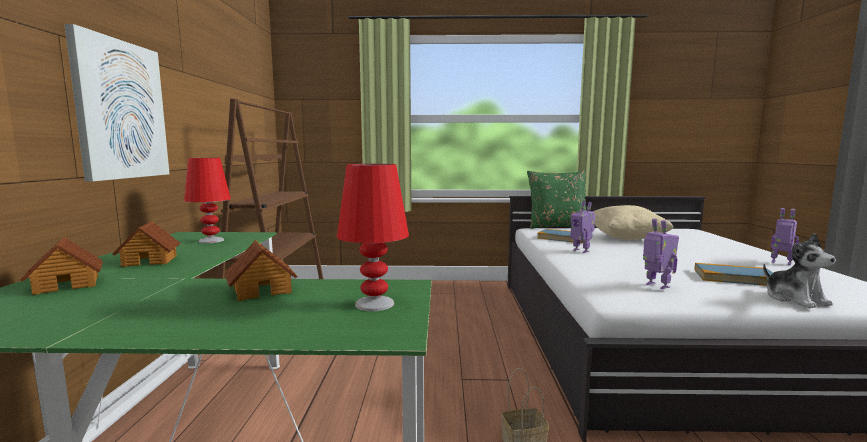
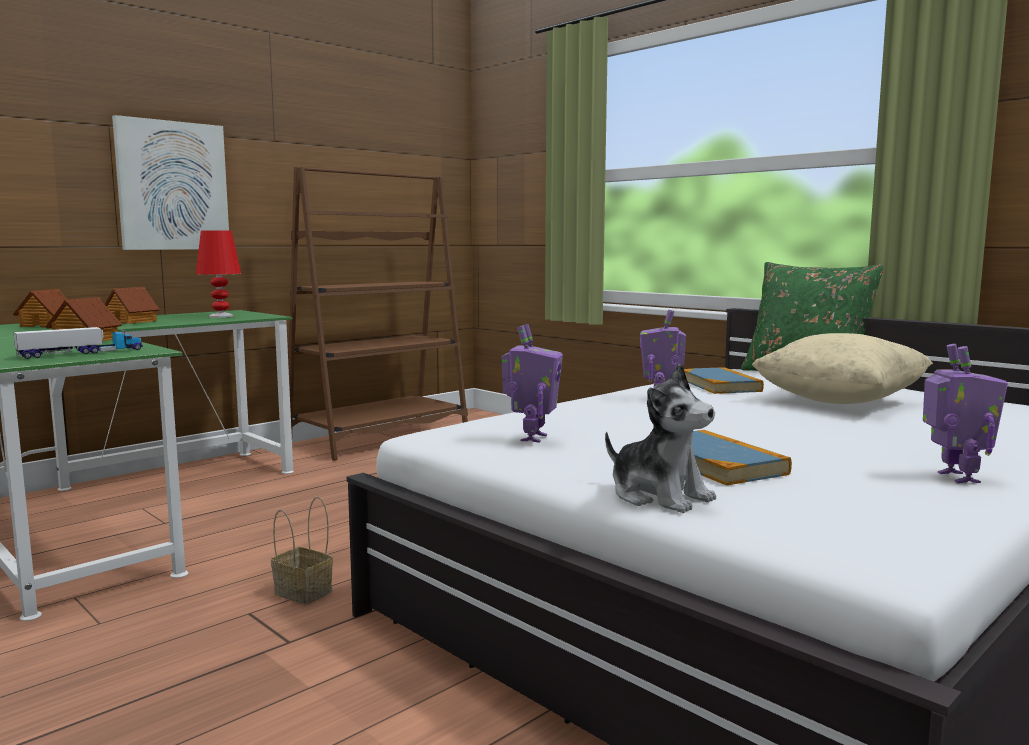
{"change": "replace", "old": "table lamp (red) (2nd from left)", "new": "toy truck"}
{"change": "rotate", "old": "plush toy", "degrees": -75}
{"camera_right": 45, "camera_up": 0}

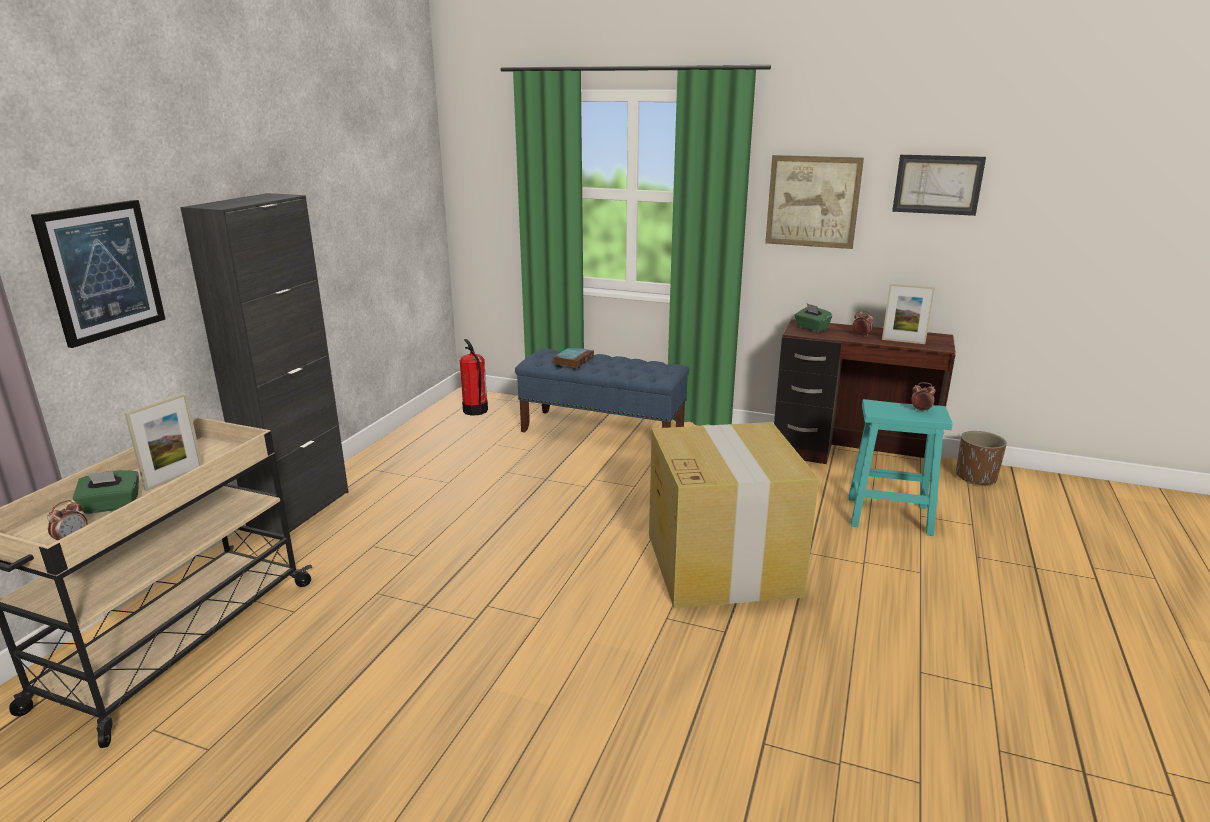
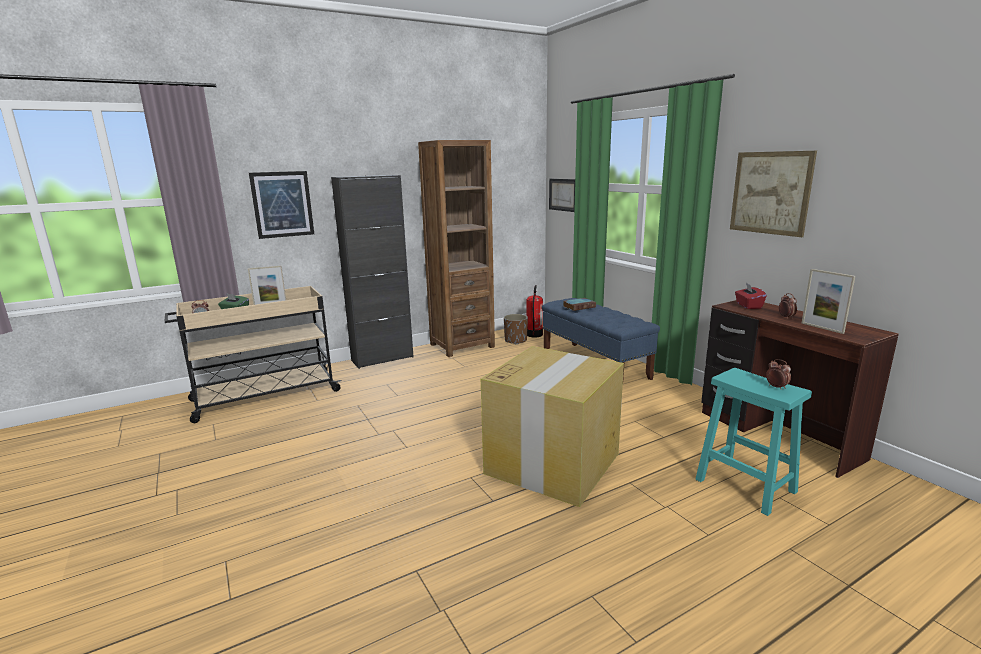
{"change": "move", "old": "picture (3rd from left in the first image)", "new": "picture (2nd from left)"}
{"change": "recolor", "old": "tissue box (green) (2nd from left)", "new": "tissue box (red)"}
{"change": "move", "old": "planter (brown)"}
{"change": "insert", "new": "bookcase (brown)"}
{"camera_right": 40, "camera_up": -5}

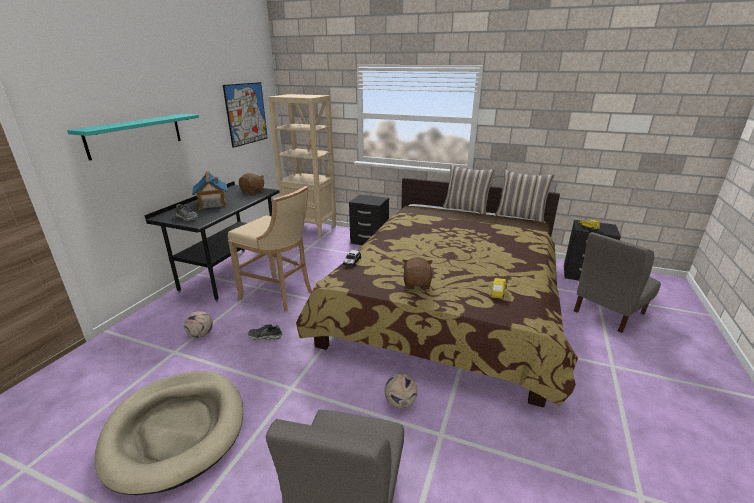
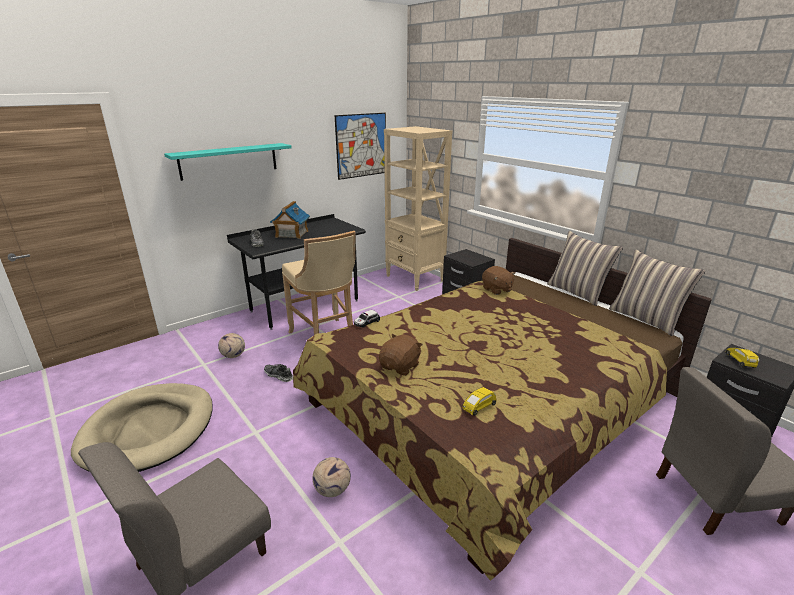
{"change": "move", "old": "plush toy (brown) (1st from left in the first image)", "new": "plush toy (brown) (2nd from left)"}
{"camera_right": 30, "camera_up": 0}

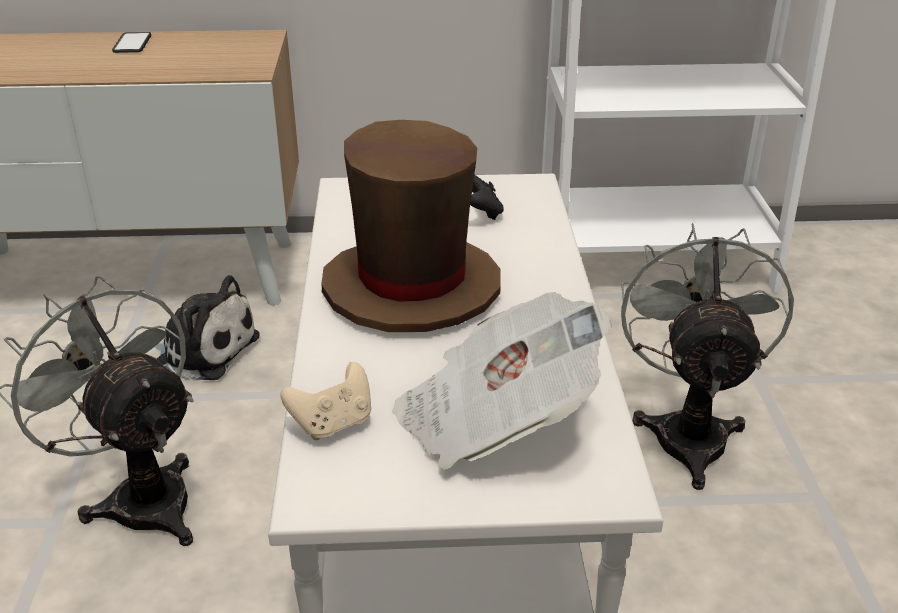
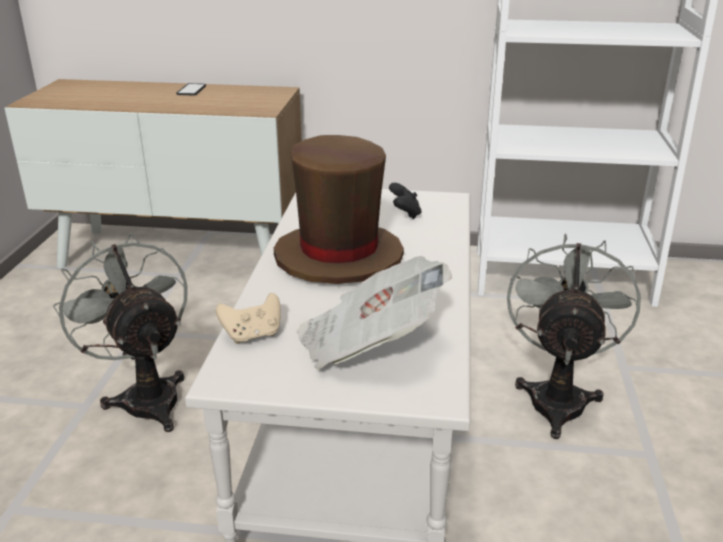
{"change": "delete", "old": "plush toy"}
{"camera_right": 10, "camera_up": -5}

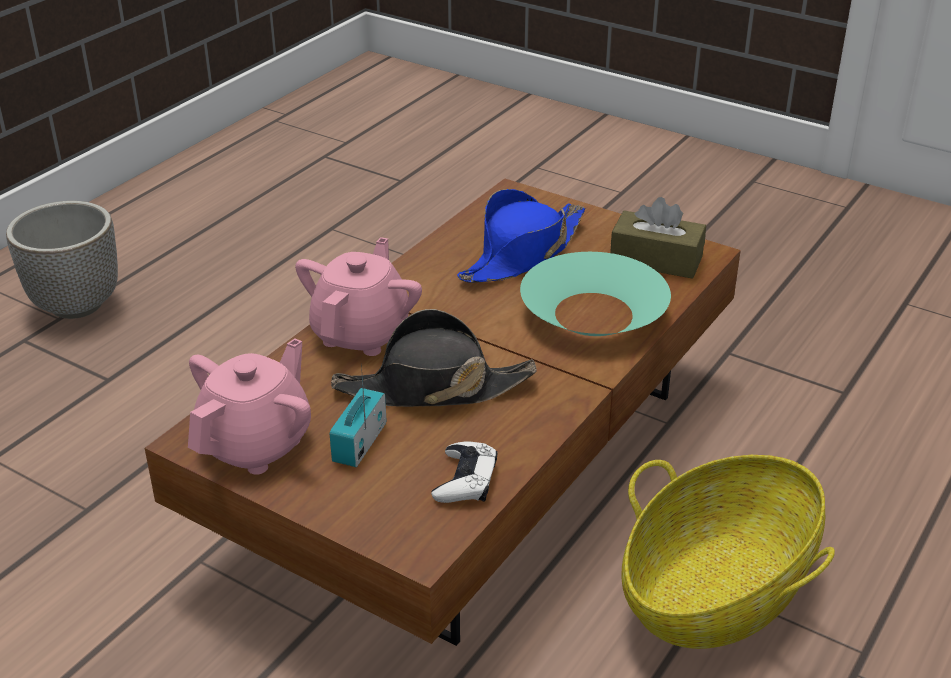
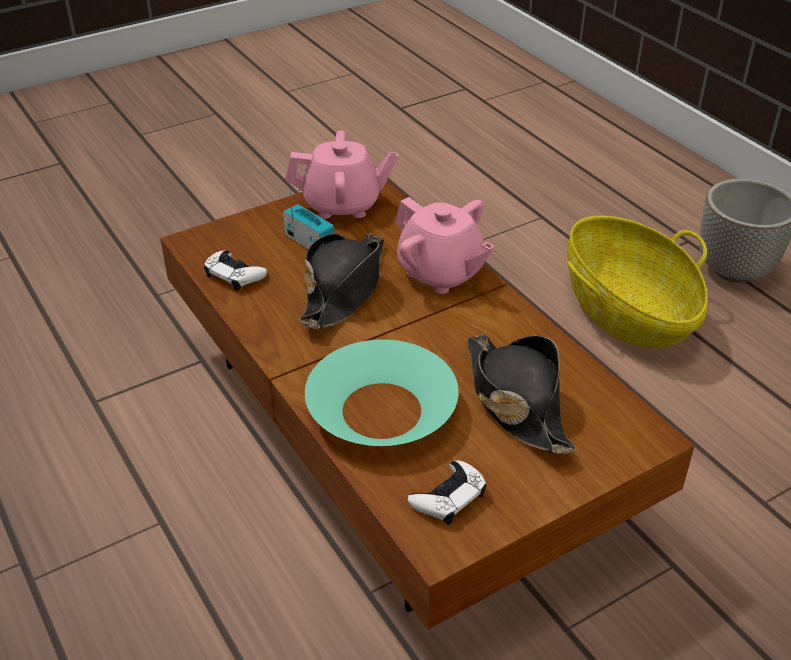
{"change": "recolor", "old": "hat (blue)", "new": "hat (black) (2nd from left)"}
{"change": "replace", "old": "tissue box (brown)", "new": "game controller (white) (2nd from left)"}
{"change": "rotate", "old": "teapot (pink) (1st from left)", "degrees": -60}
{"change": "move", "old": "basket"}
{"camera_right": 115, "camera_up": 5}

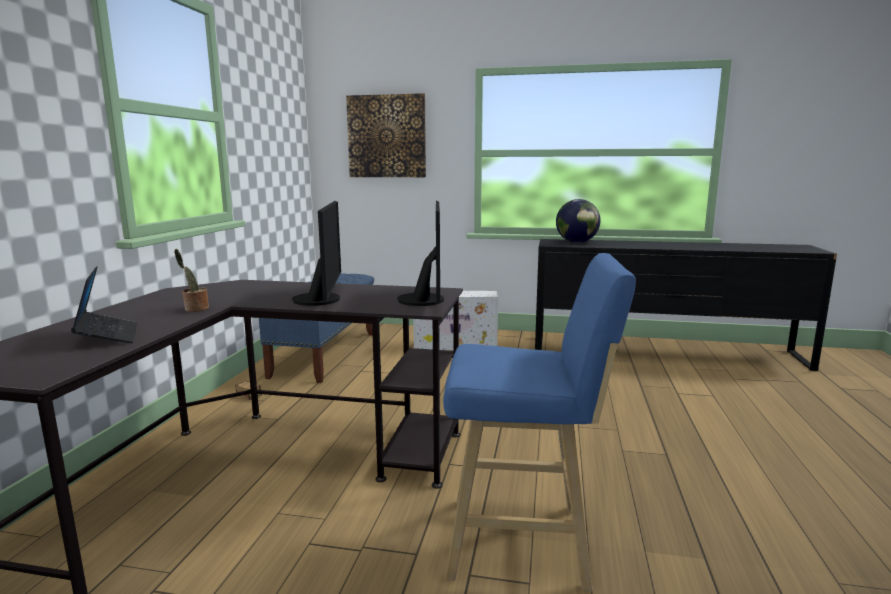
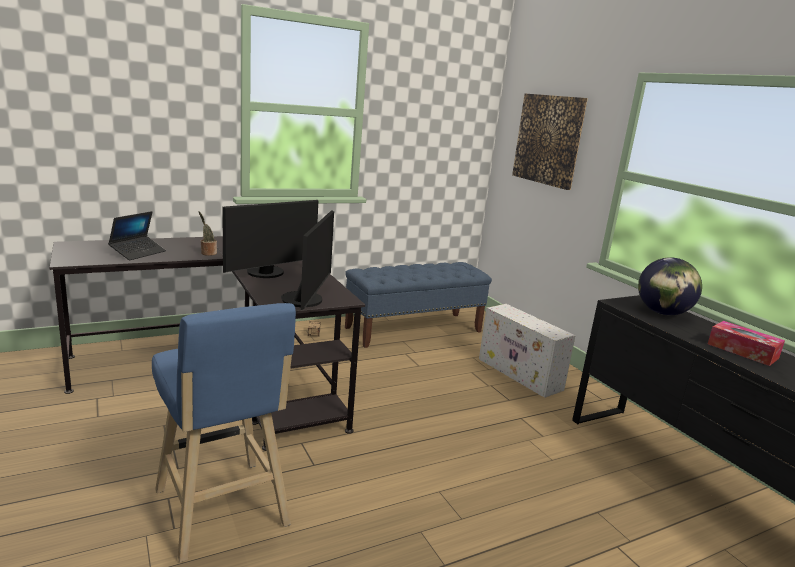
{"change": "rotate", "old": "monitor (2nd from left)", "degrees": -45}
{"change": "insert", "new": "tissue box"}
{"camera_right": 50, "camera_up": 5}

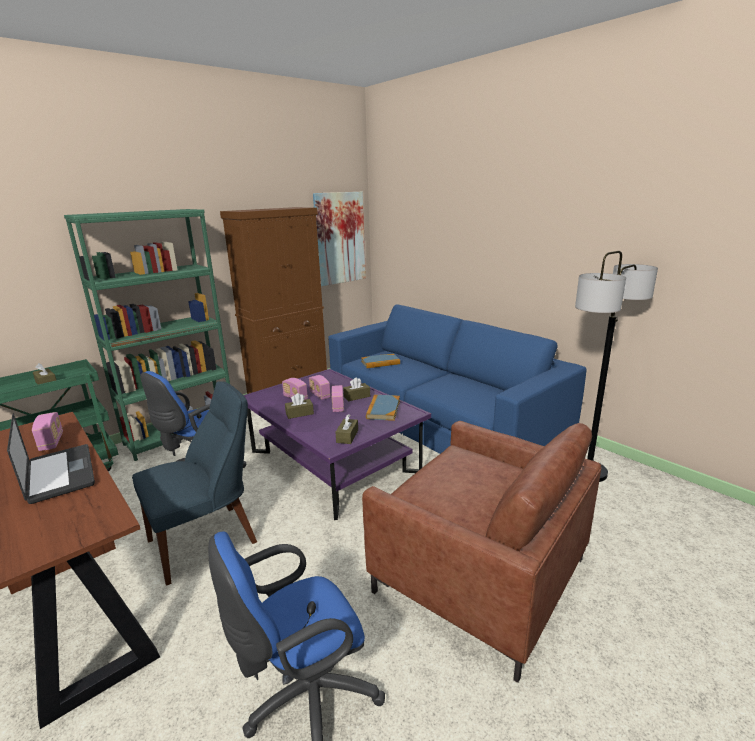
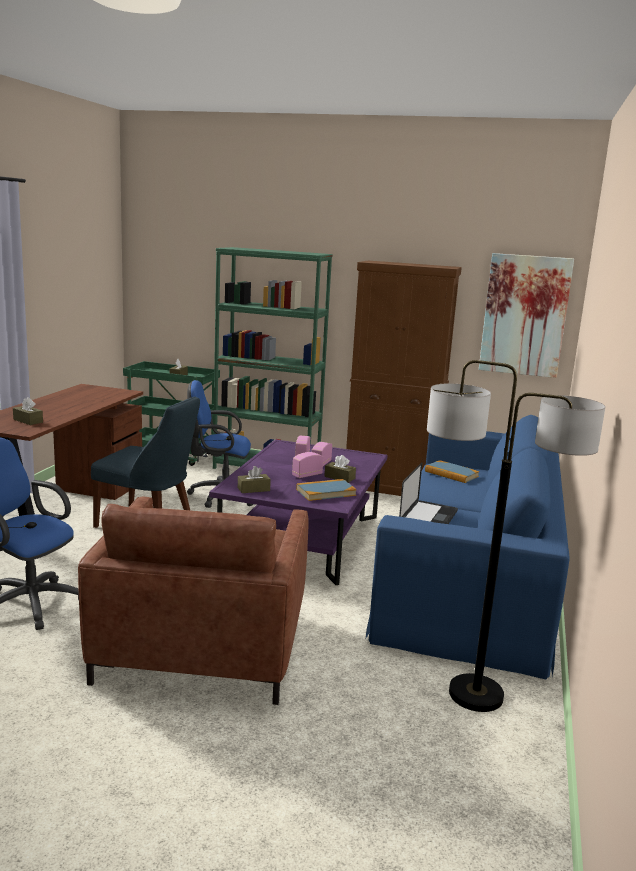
{"change": "move", "old": "tissue box (brown) (2nd from left in the first image)", "new": "tissue box (brown) (1st from left)"}
{"change": "delete", "old": "radio (1st from left)"}
{"change": "move", "old": "laptop"}
{"camera_right": 55, "camera_up": -5}

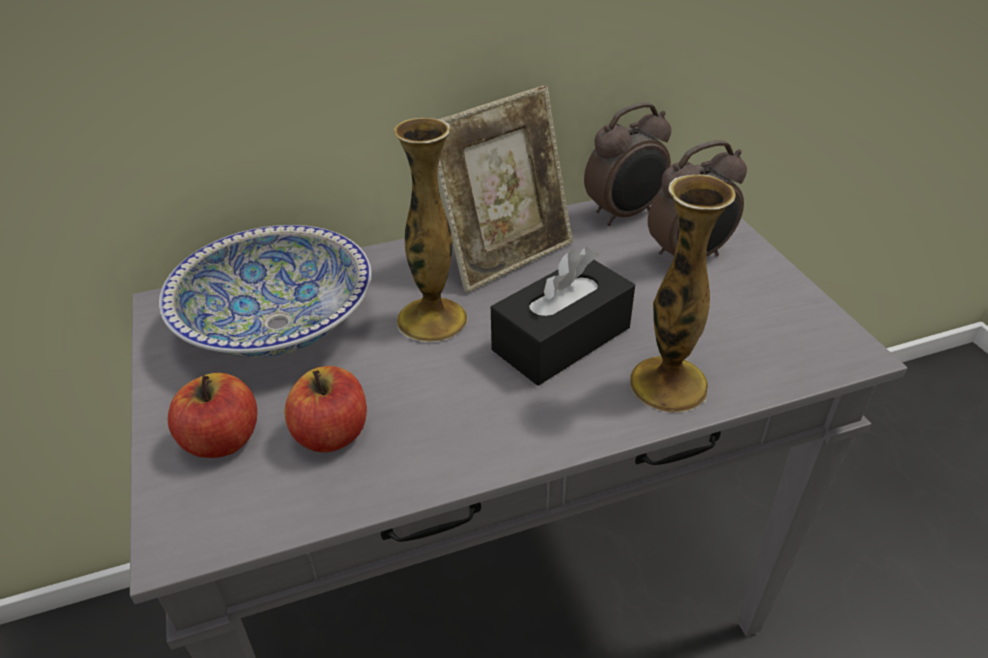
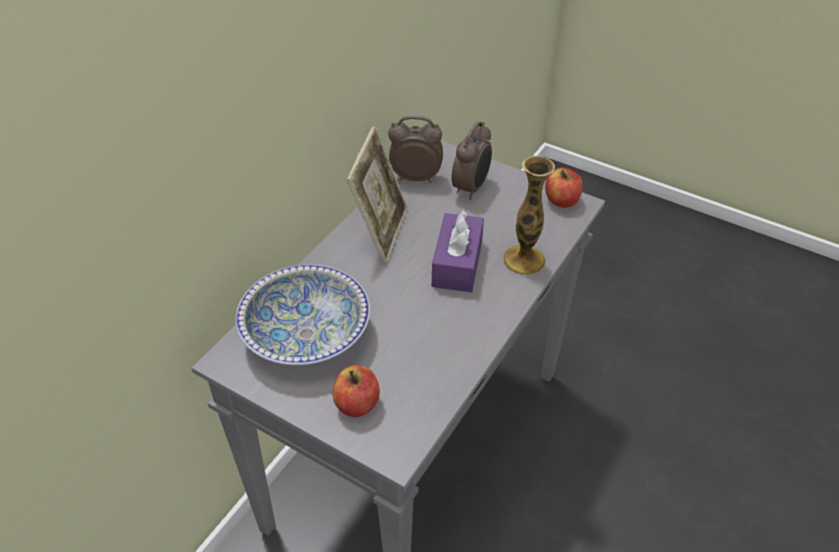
{"change": "rotate", "old": "alarm clock (1st from left)", "degrees": -105}
{"change": "delete", "old": "vase (1st from left)"}
{"change": "recolor", "old": "tissue box (black)", "new": "tissue box (purple)"}
{"change": "move", "old": "apple (2nd from left)"}
{"camera_right": -40, "camera_up": 5}

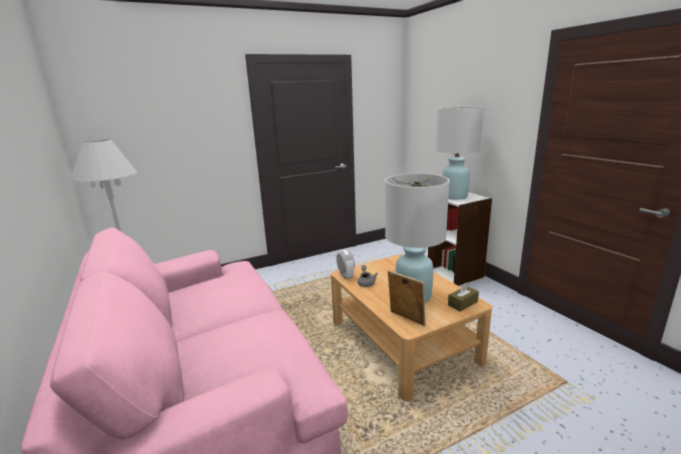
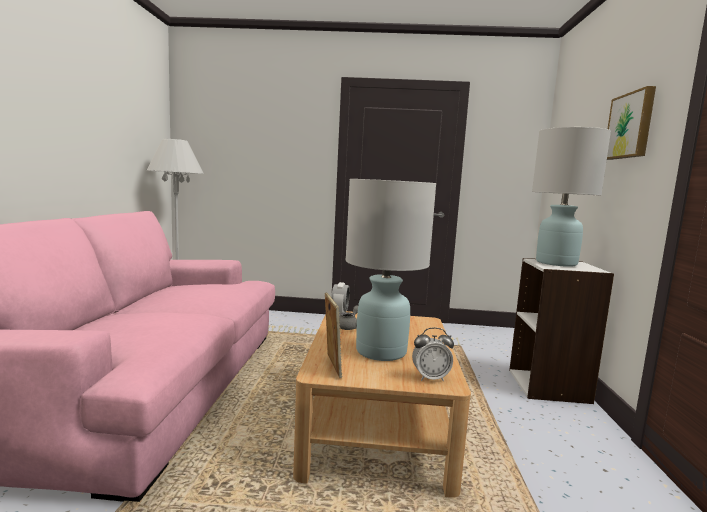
{"change": "replace", "old": "tissue box (brown)", "new": "alarm clock (2nd from left)"}
{"change": "insert", "new": "picture"}
{"camera_right": 30, "camera_up": -10}

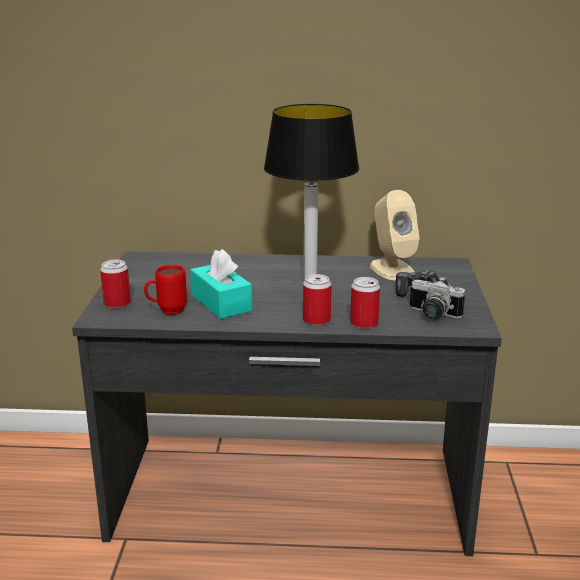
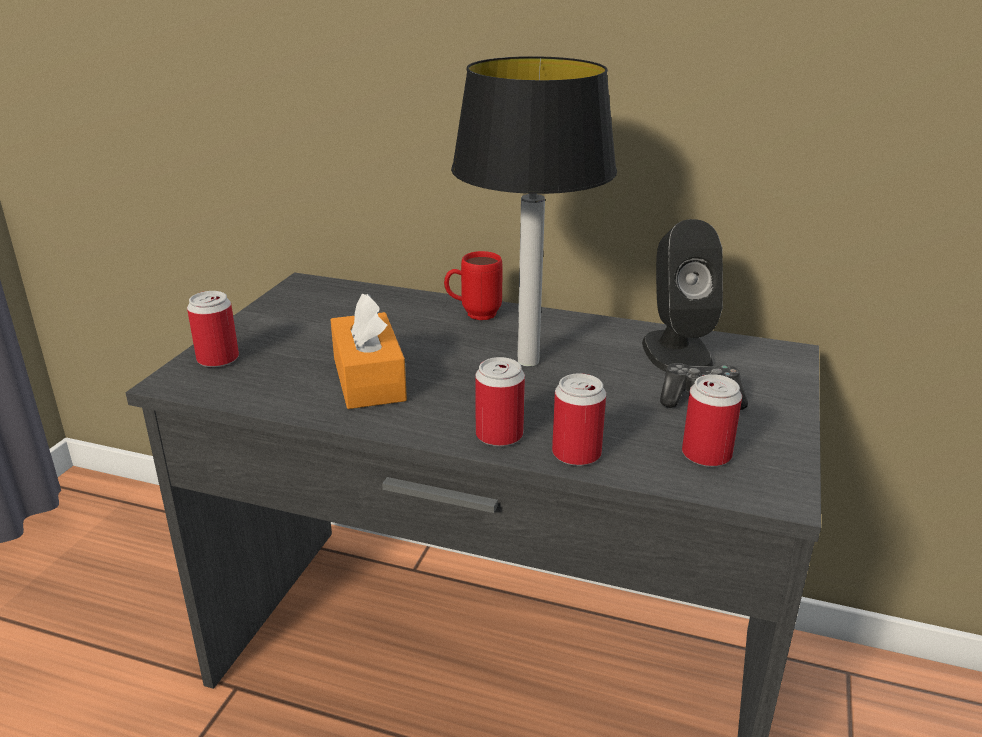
{"change": "recolor", "old": "speaker (beige)", "new": "speaker (black)"}
{"change": "recolor", "old": "tissue box (turquoise)", "new": "tissue box (orange)"}
{"change": "move", "old": "mug (red)"}
{"change": "replace", "old": "photo camera", "new": "can (4th from left)"}
{"camera_right": 15, "camera_up": 5}

